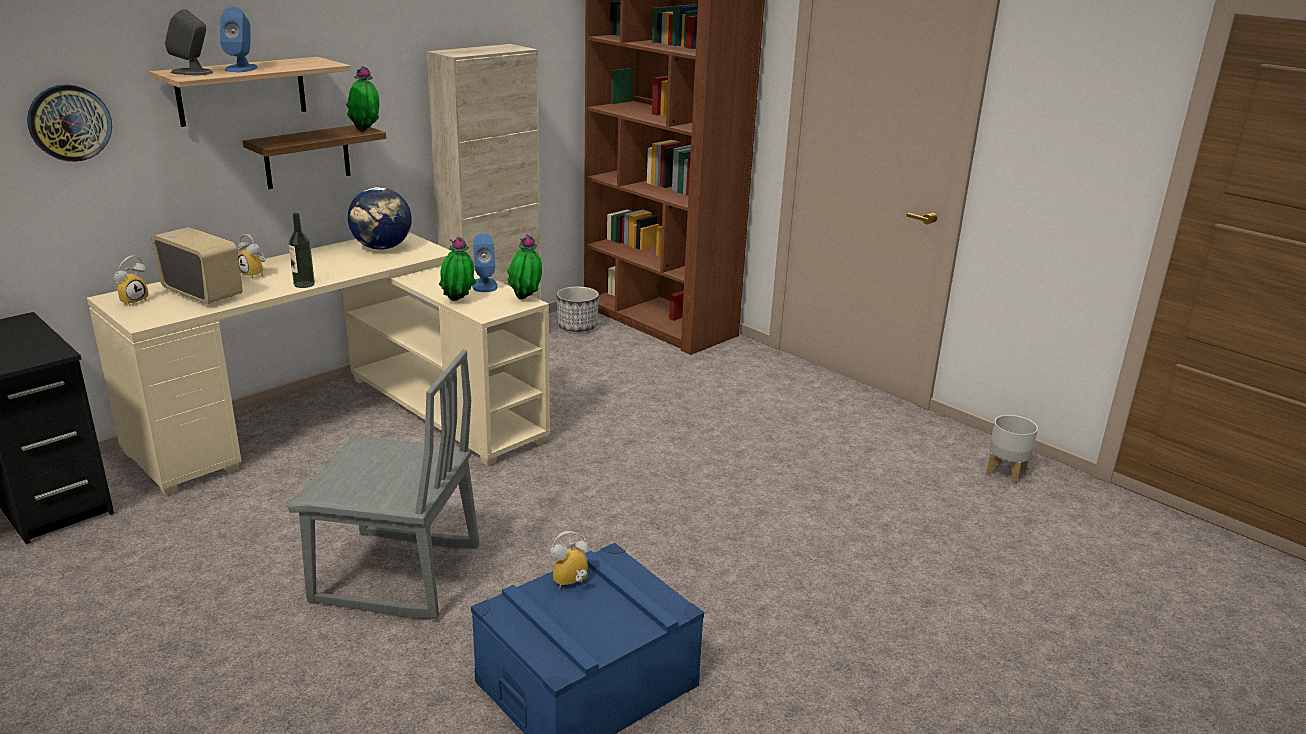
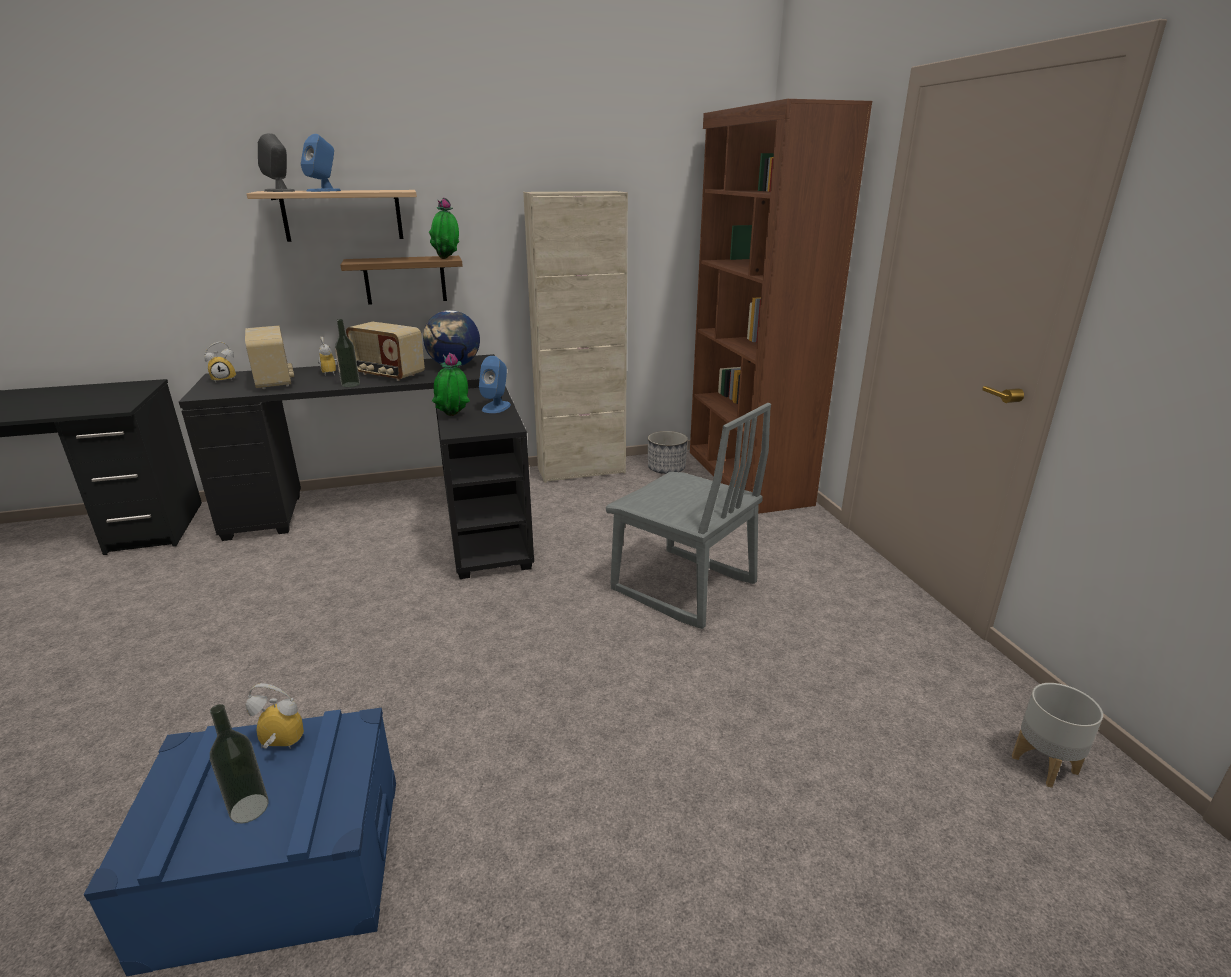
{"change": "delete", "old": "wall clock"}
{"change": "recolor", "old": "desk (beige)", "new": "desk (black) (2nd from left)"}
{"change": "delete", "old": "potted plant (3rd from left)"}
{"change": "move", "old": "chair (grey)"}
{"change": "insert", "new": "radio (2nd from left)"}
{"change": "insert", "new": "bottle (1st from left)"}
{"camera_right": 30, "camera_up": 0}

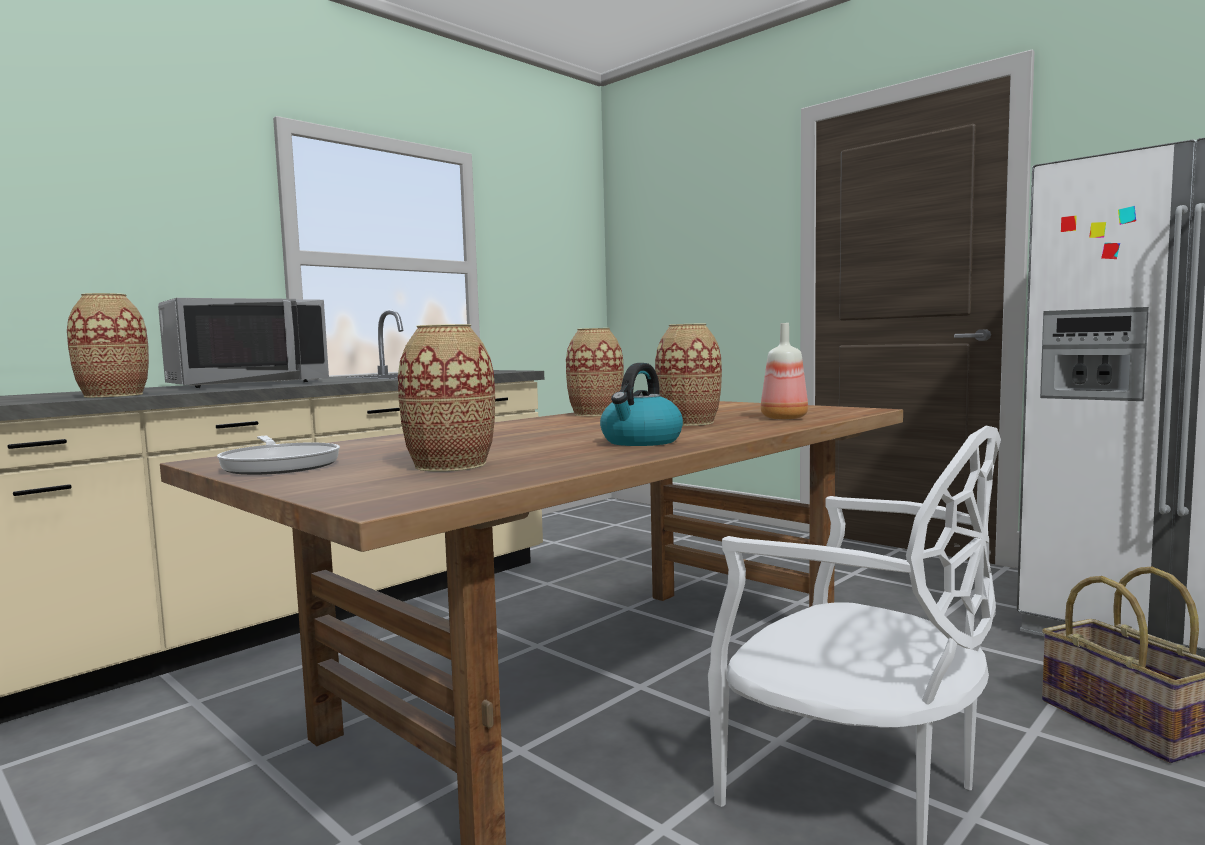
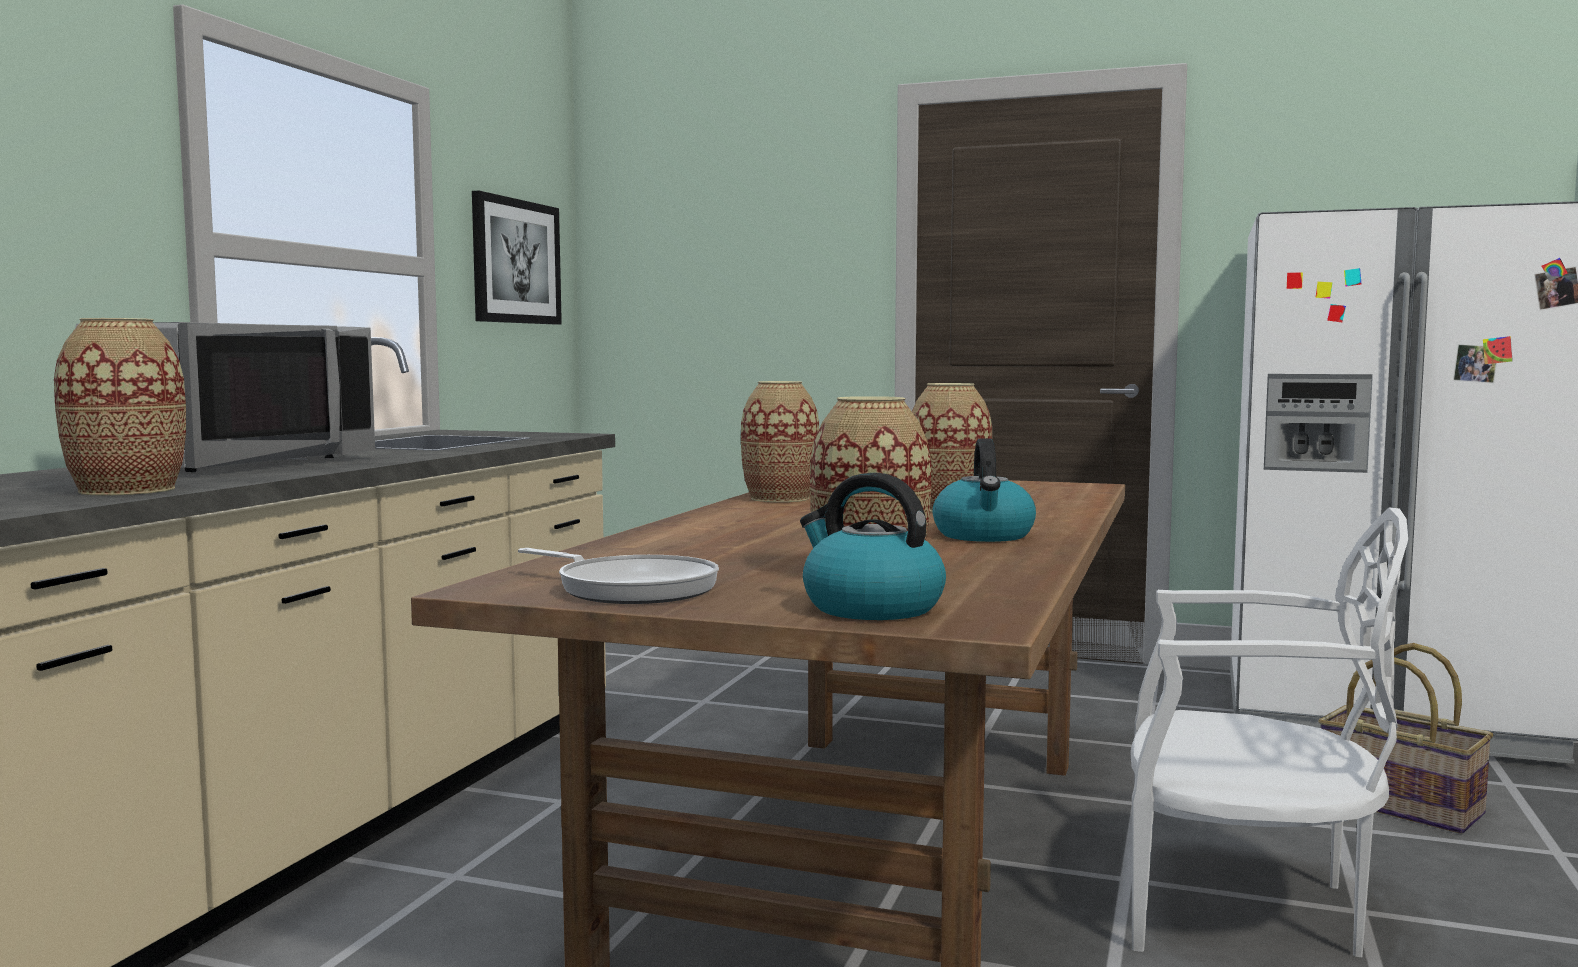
{"change": "delete", "old": "bottle"}
{"change": "insert", "new": "picture"}
{"change": "insert", "new": "kettle (1st from left)"}
{"camera_right": -25, "camera_up": 0}

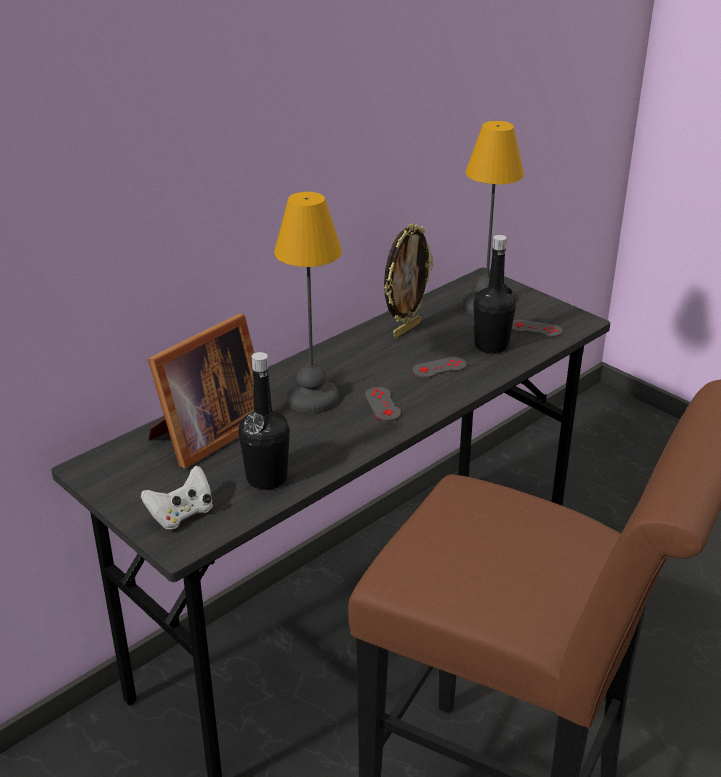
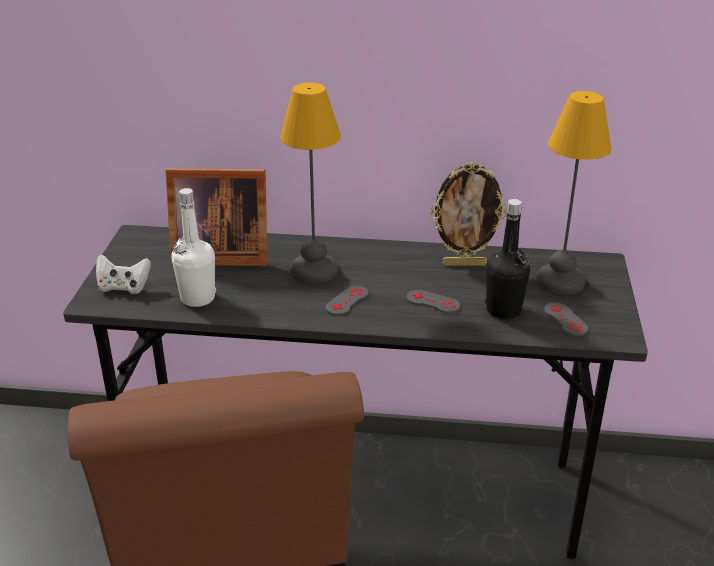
{"change": "recolor", "old": "bottle (black) (1st from left)", "new": "bottle (white)"}
{"camera_right": 50, "camera_up": 0}

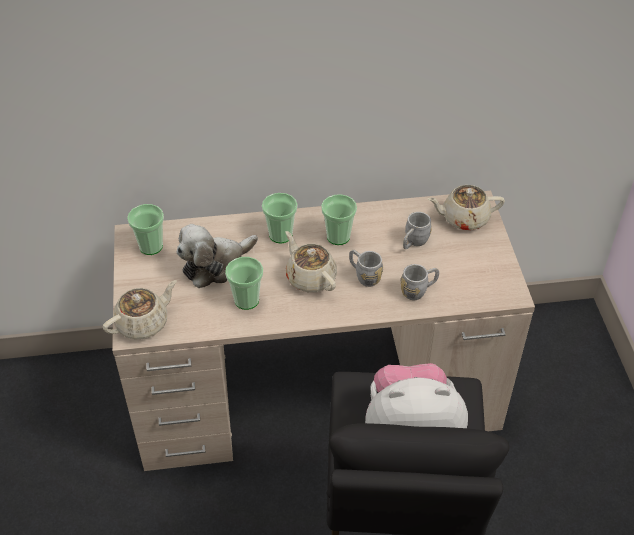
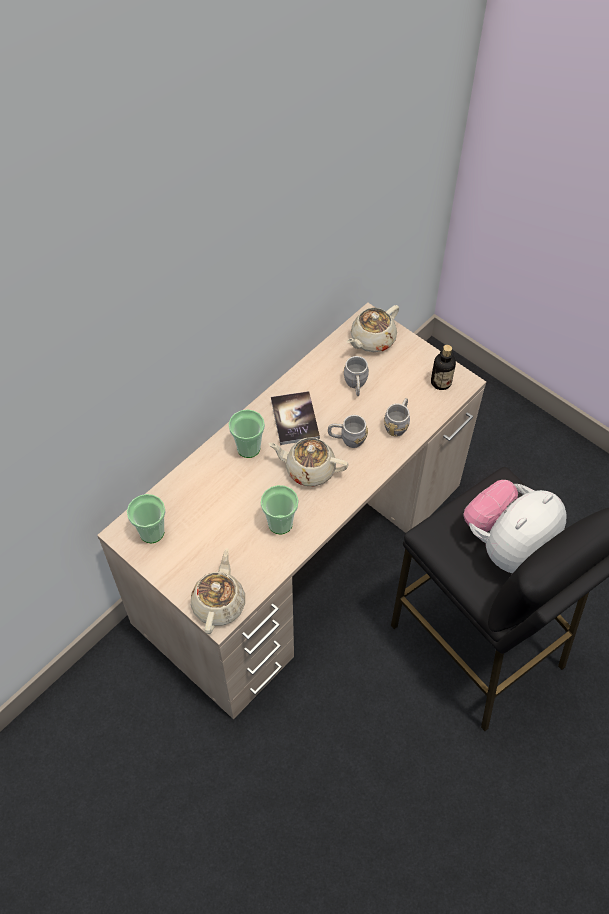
{"change": "replace", "old": "cup (4th from left)", "new": "book"}
{"change": "delete", "old": "plush toy (1st from left)"}
{"change": "insert", "new": "bottle"}
{"camera_right": -40, "camera_up": 10}

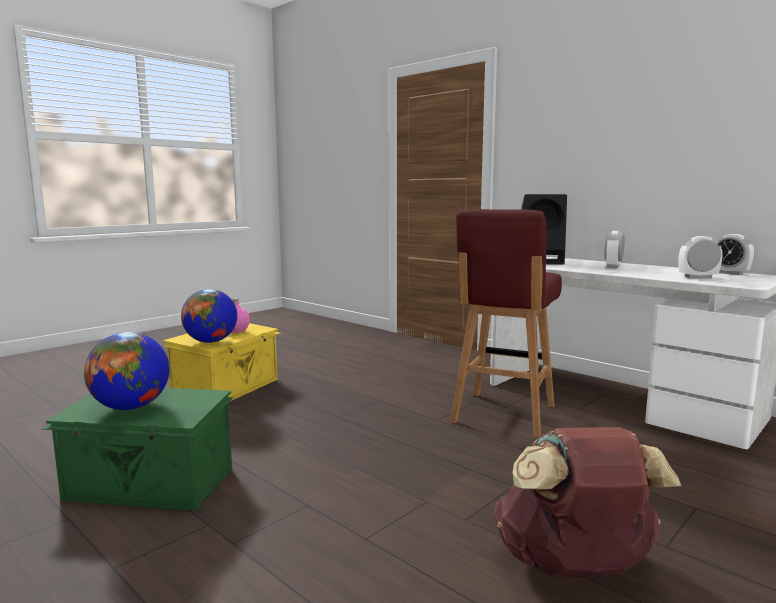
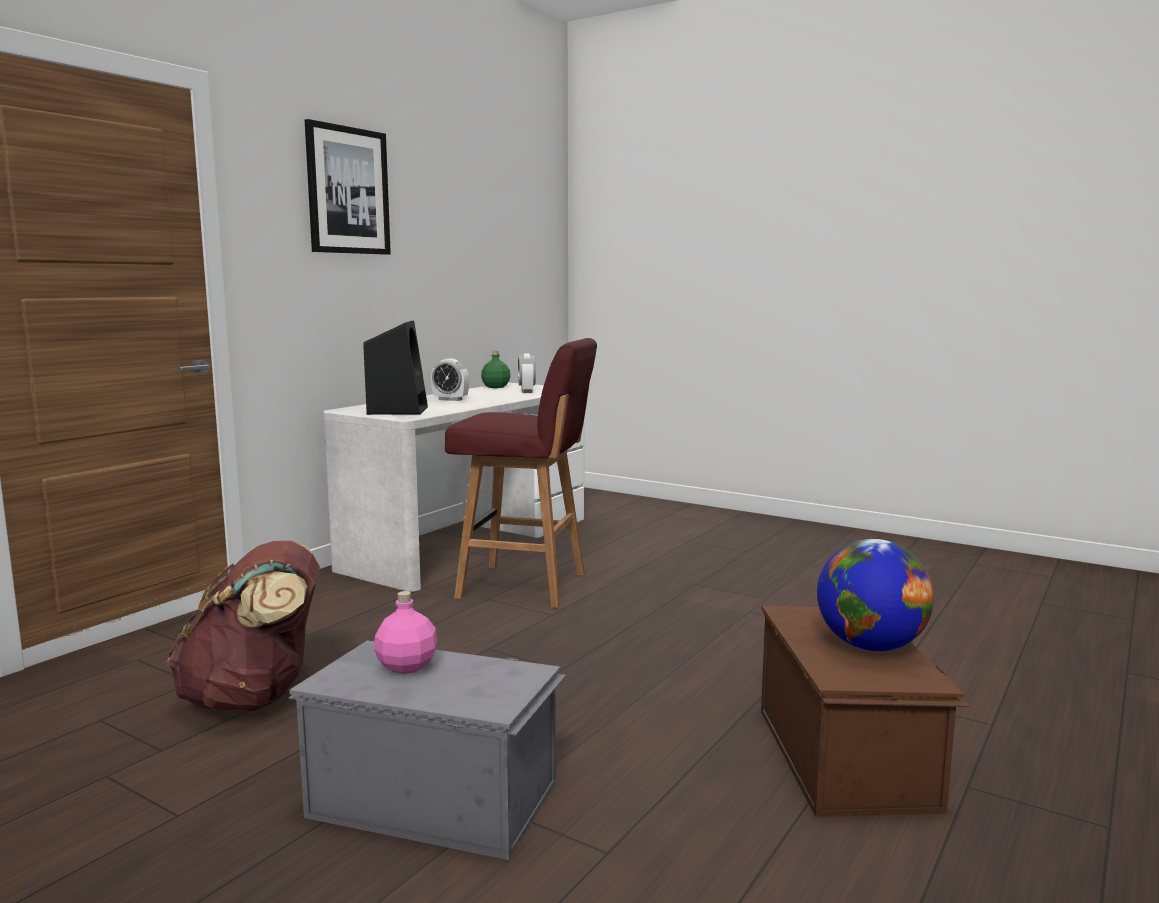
{"change": "replace", "old": "alarm clock (3rd from left)", "new": "bottle (green)"}
{"change": "delete", "old": "globe (2nd from left)"}
{"change": "recolor", "old": "storage box (yellow)", "new": "storage box (grey)"}
{"change": "recolor", "old": "storage box (green)", "new": "storage box (brown)"}
{"change": "move", "old": "backpack (brown)"}
{"change": "insert", "new": "picture"}
{"camera_right": -100, "camera_up": 0}

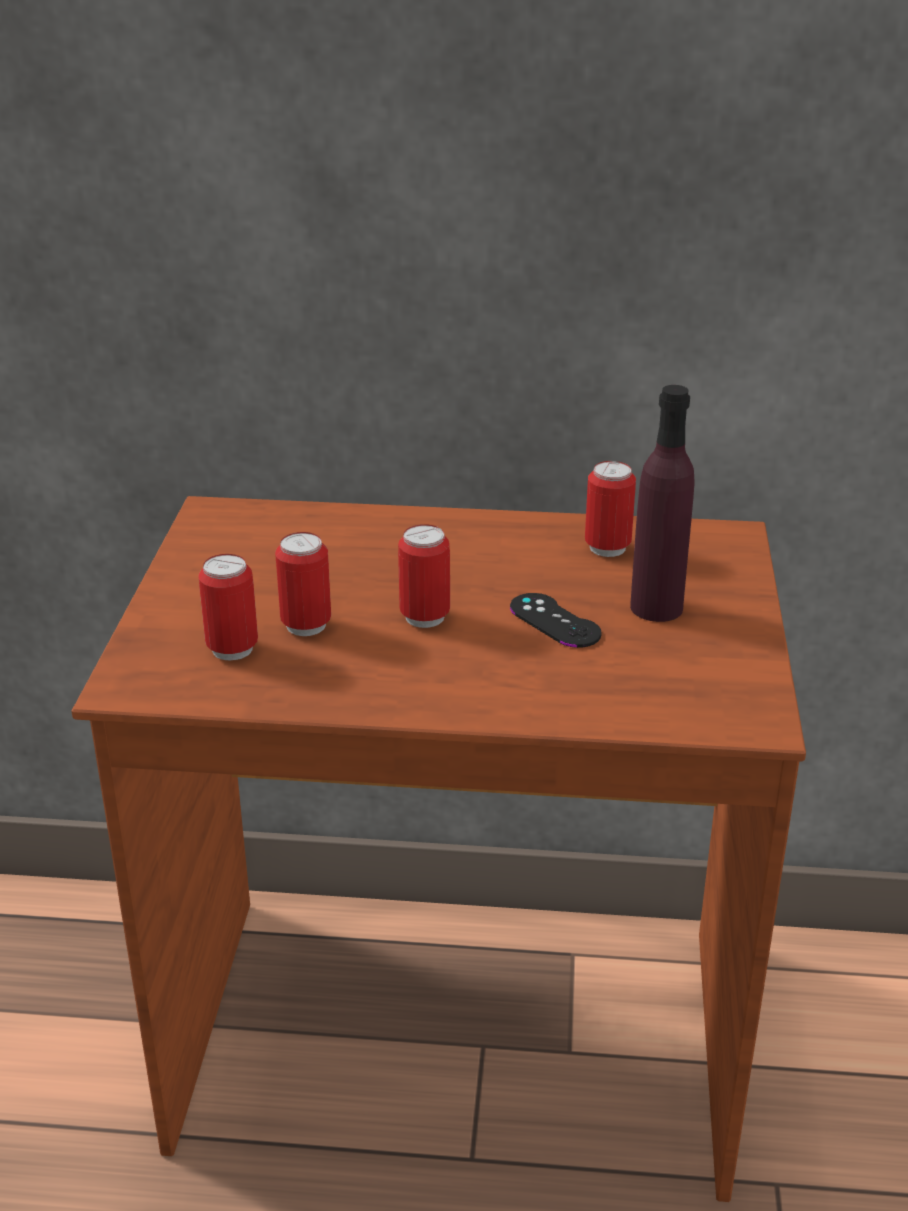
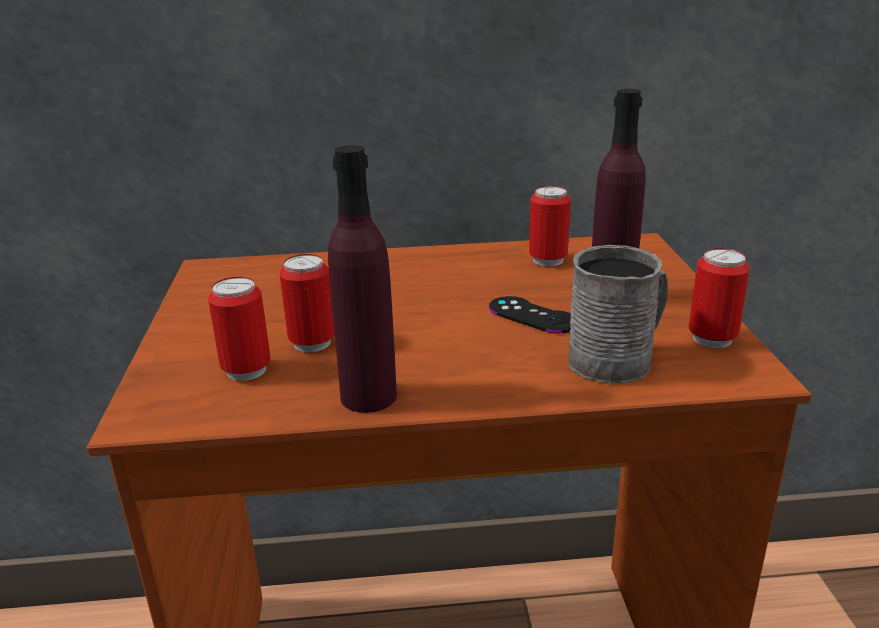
{"change": "move", "old": "can (3rd from left in the first image)", "new": "can (4th from left)"}
{"change": "insert", "new": "bottle (purple) (1st from left)"}
{"change": "insert", "new": "mug (grey)"}
{"camera_right": -10, "camera_up": -5}

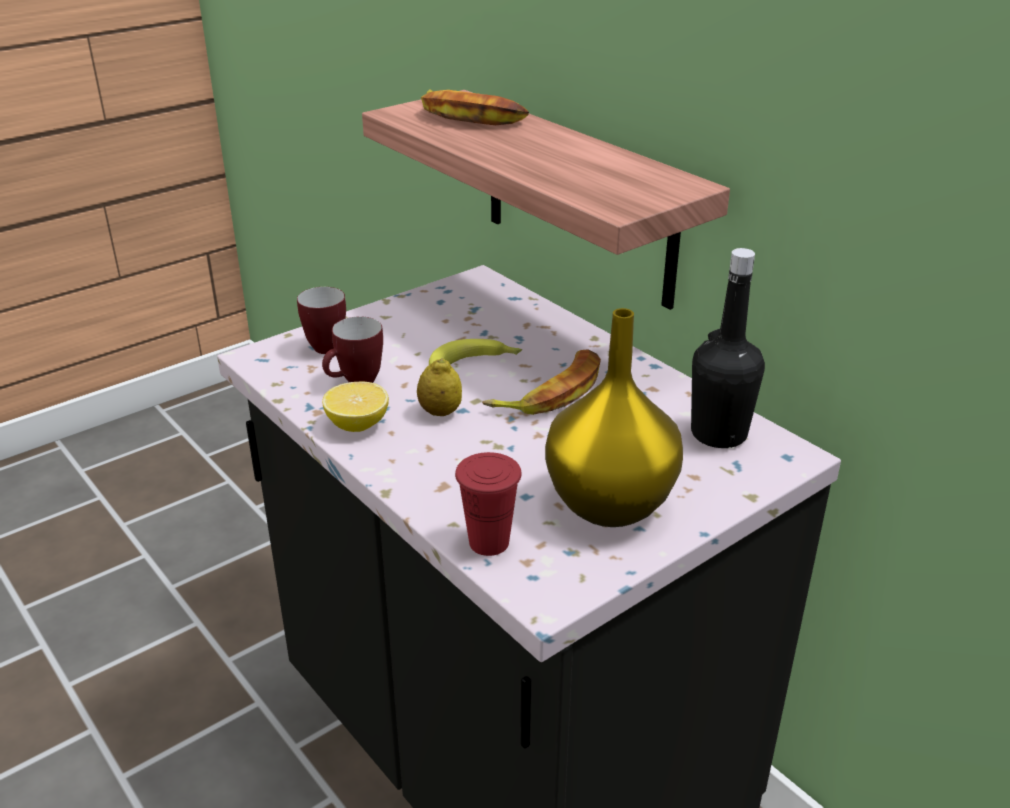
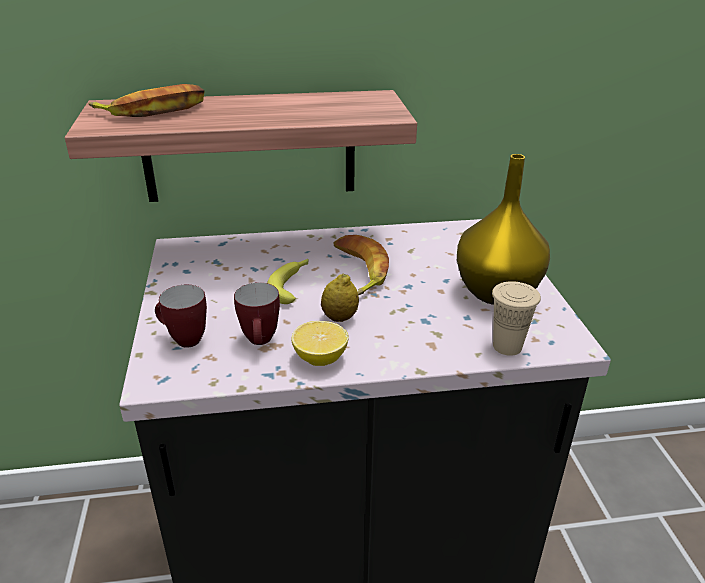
{"change": "delete", "old": "bottle (black)"}
{"change": "recolor", "old": "cup (red)", "new": "cup (beige)"}
{"camera_right": -60, "camera_up": 0}

